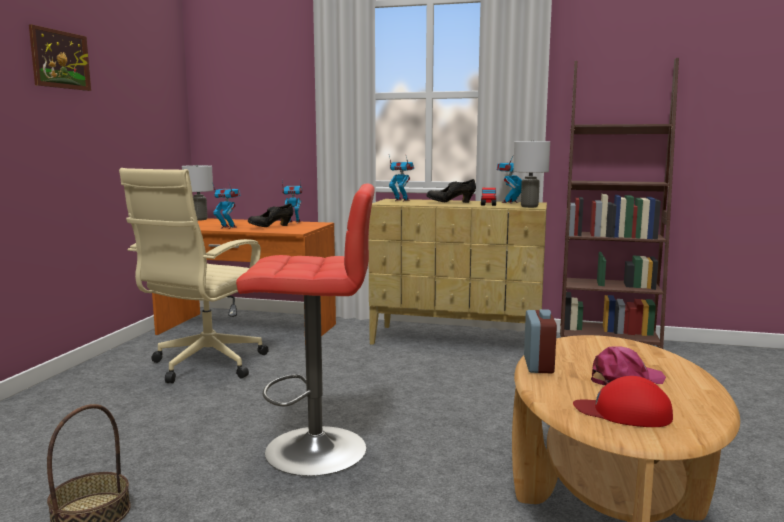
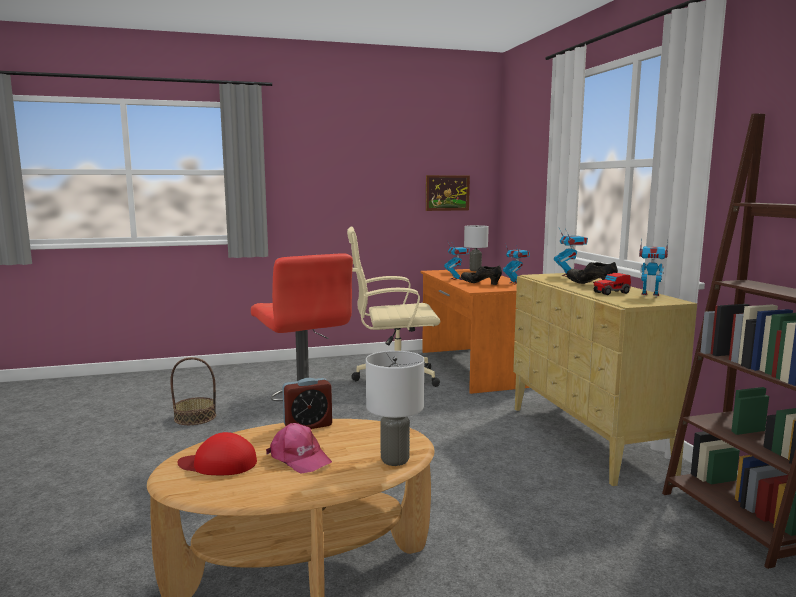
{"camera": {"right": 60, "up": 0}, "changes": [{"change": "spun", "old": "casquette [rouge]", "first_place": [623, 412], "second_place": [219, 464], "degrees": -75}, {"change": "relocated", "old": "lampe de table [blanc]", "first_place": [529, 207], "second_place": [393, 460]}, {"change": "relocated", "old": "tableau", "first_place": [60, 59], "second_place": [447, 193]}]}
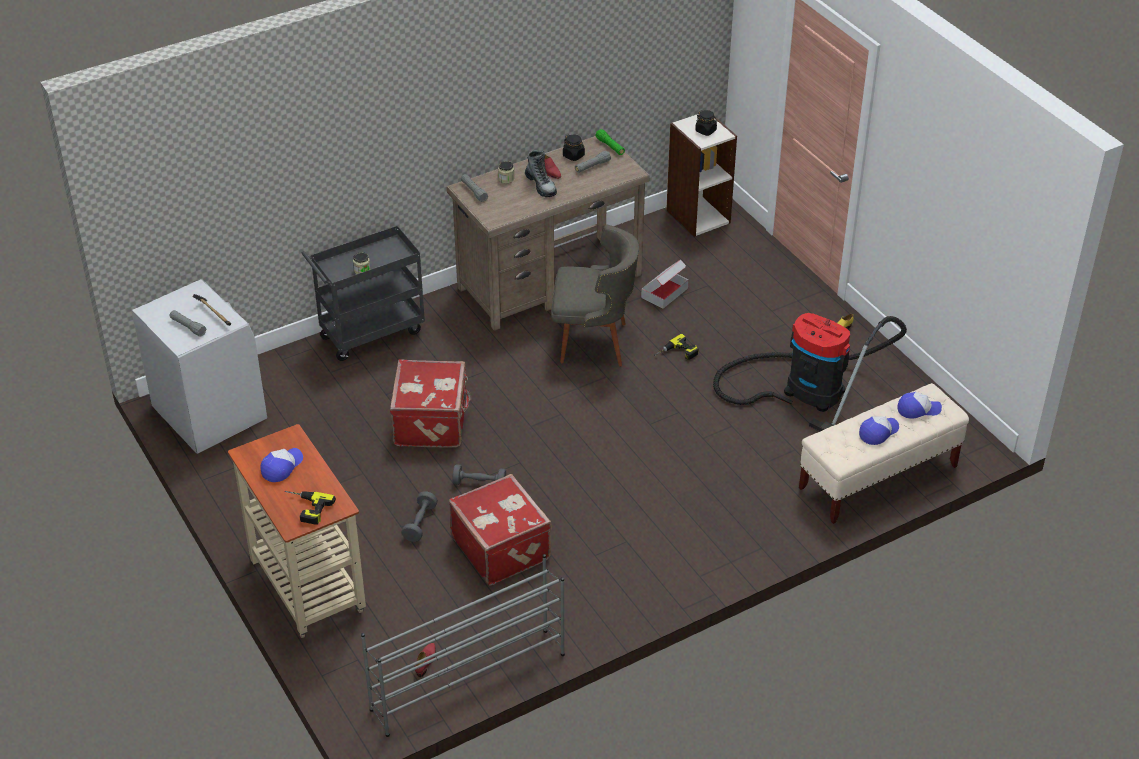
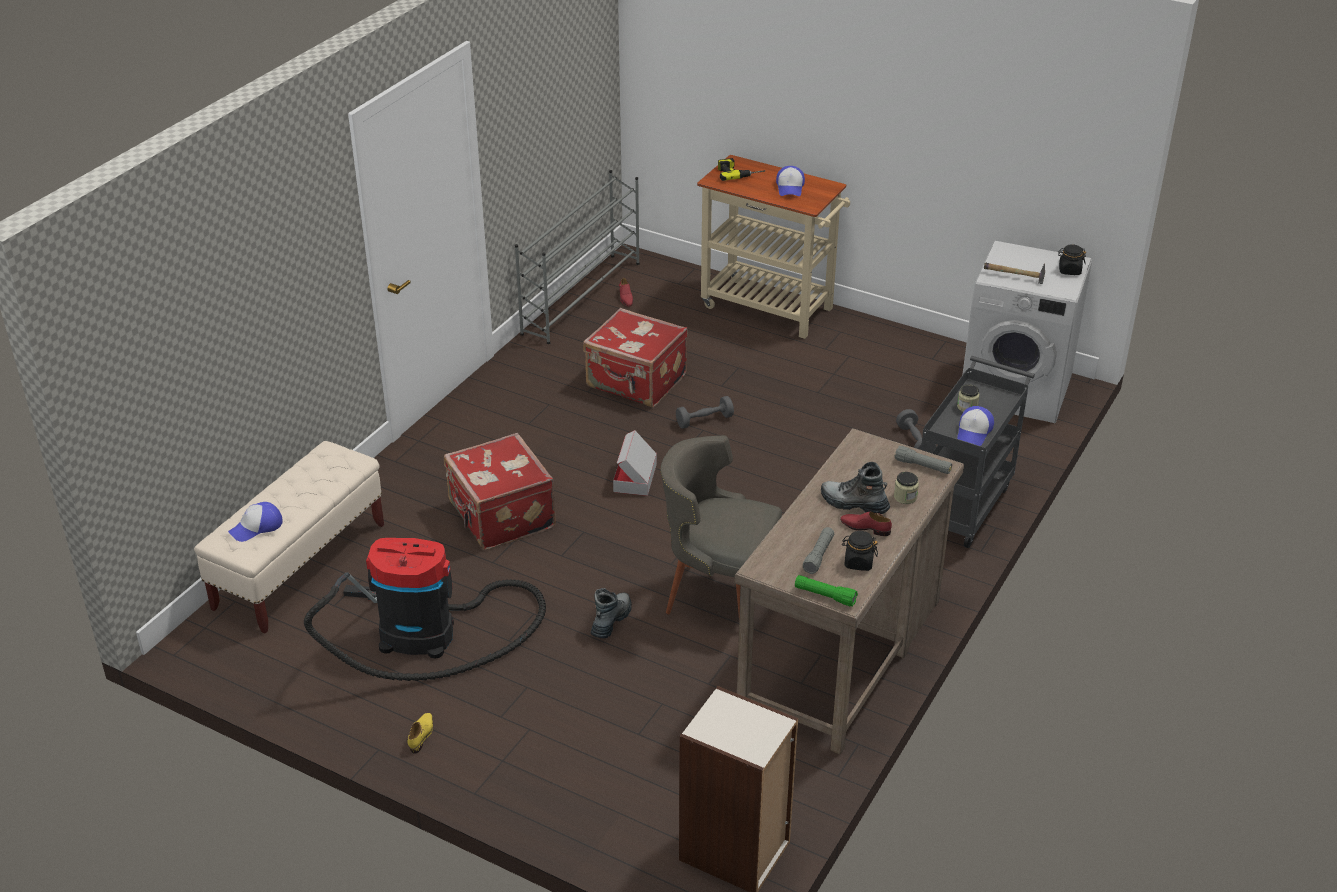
{"camera": {"right": 150, "up": -5}, "changes": [{"change": "relocated", "old": "valise [rouge]", "first_place": [432, 422], "second_place": [500, 517]}, {"change": "exchanged", "old": "perceuse", "new": "botte", "first_place": [676, 354], "second_place": [611, 621]}, {"change": "relocated", "old": "carton", "first_place": [664, 292], "second_place": [635, 478]}, {"change": "spun", "old": "chaise [gris]", "first_place": [592, 343], "second_place": [718, 595], "degrees": 45}, {"change": "relocated", "old": "haltère [gris]", "first_place": [420, 523], "second_place": [915, 442]}, {"change": "relocated", "old": "casquette", "first_place": [878, 432], "second_place": [974, 432]}, {"change": "relocated", "old": "bocal [noir]", "first_place": [706, 131], "second_place": [1069, 270]}, {"change": "missing", "old": "lampe de poche [gris]", "first_place": [188, 327]}]}
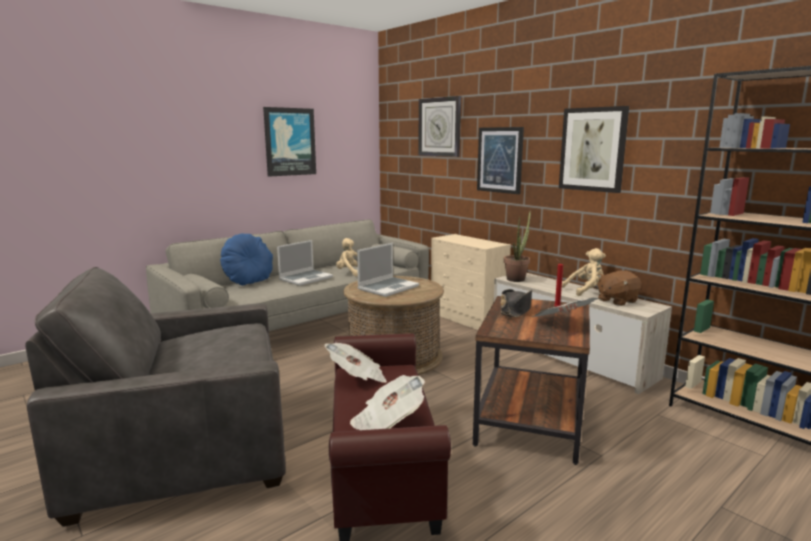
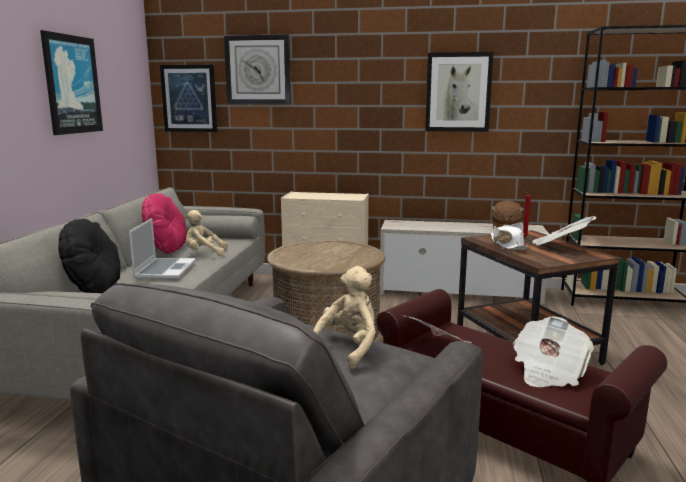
{"camera": {"right": -40, "up": 0}, "changes": [{"change": "colour", "old": "coussin [bleu]", "new": "coussin [noir]", "first_place": [248, 282], "second_place": [94, 291]}, {"change": "appeared", "new": "coussin [rose]", "second_place": [166, 250]}, {"change": "relocated", "old": "tableau", "first_place": [500, 160], "second_place": [189, 98]}, {"change": "relocated", "old": "peluche [beige]", "first_place": [585, 290], "second_place": [348, 348]}, {"change": "colour", "old": "chapeau [noir]", "new": "chapeau [blanc]", "first_place": [516, 310], "second_place": [507, 245]}, {"change": "missing", "old": "ordinateur portable", "first_place": [388, 287]}, {"change": "missing", "old": "plante en pot", "first_place": [517, 278]}]}
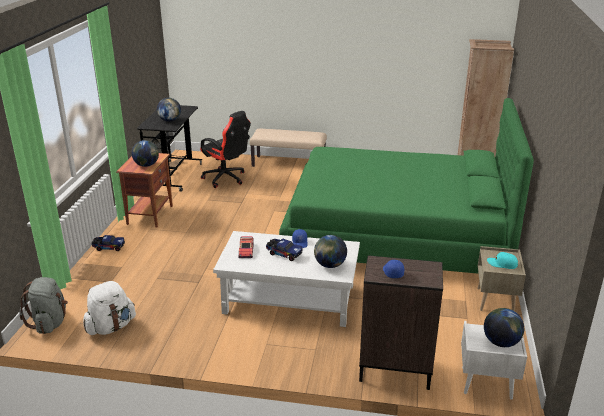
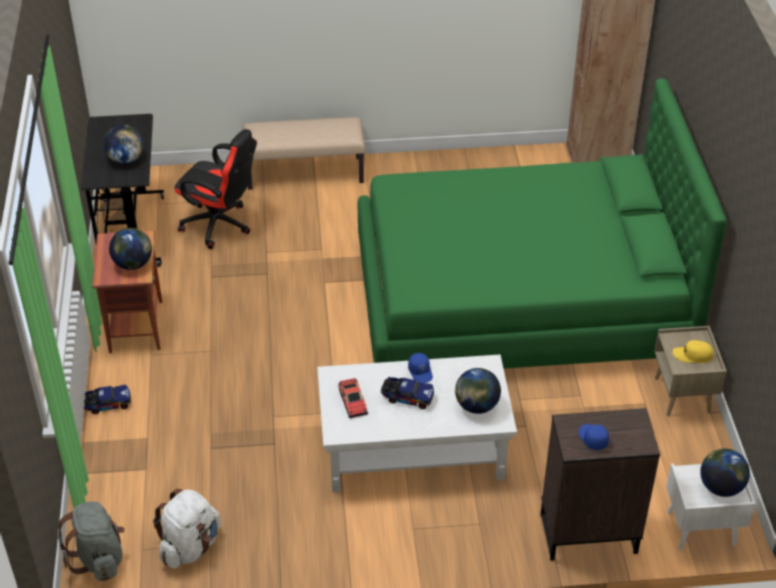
{"camera": {"right": -15, "up": 15}, "changes": [{"change": "colour", "old": "casquette [turquoise]", "new": "casquette [jaune]", "first_place": [502, 264], "second_place": [692, 355]}]}
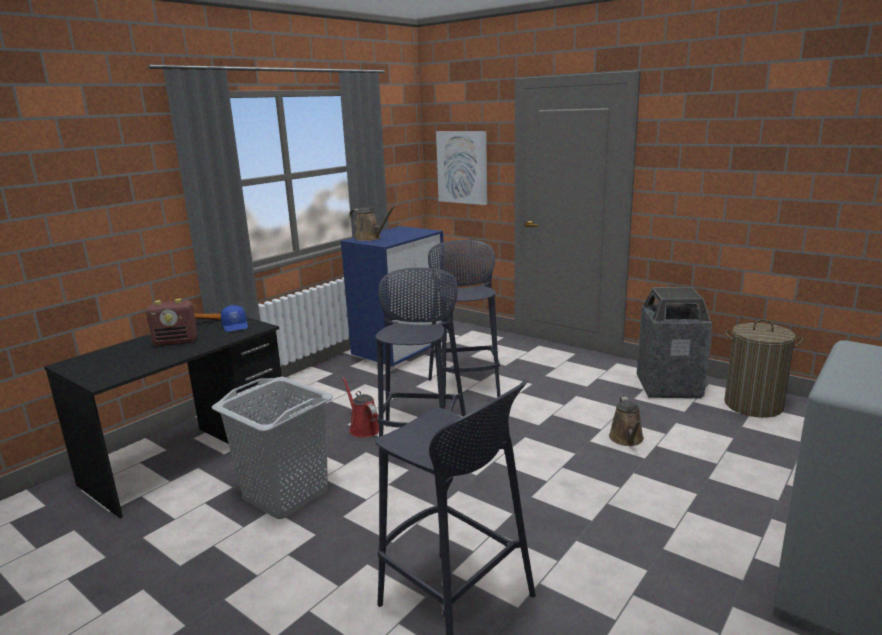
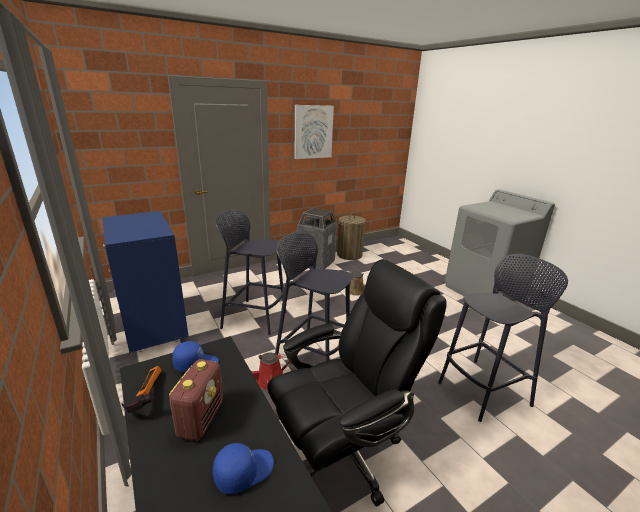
{"camera": {"right": -70, "up": 5}, "changes": [{"change": "appeared", "new": "casquette [bleu]", "second_place": [243, 471]}, {"change": "exchanged", "old": "panier à linge [gris]", "new": "chaise de bureau [noir]", "first_place": [285, 495], "second_place": [341, 450]}, {"change": "relocated", "old": "tableau", "first_place": [462, 167], "second_place": [313, 132]}, {"change": "missing", "old": "arrosoir [marron]", "first_place": [370, 238]}]}
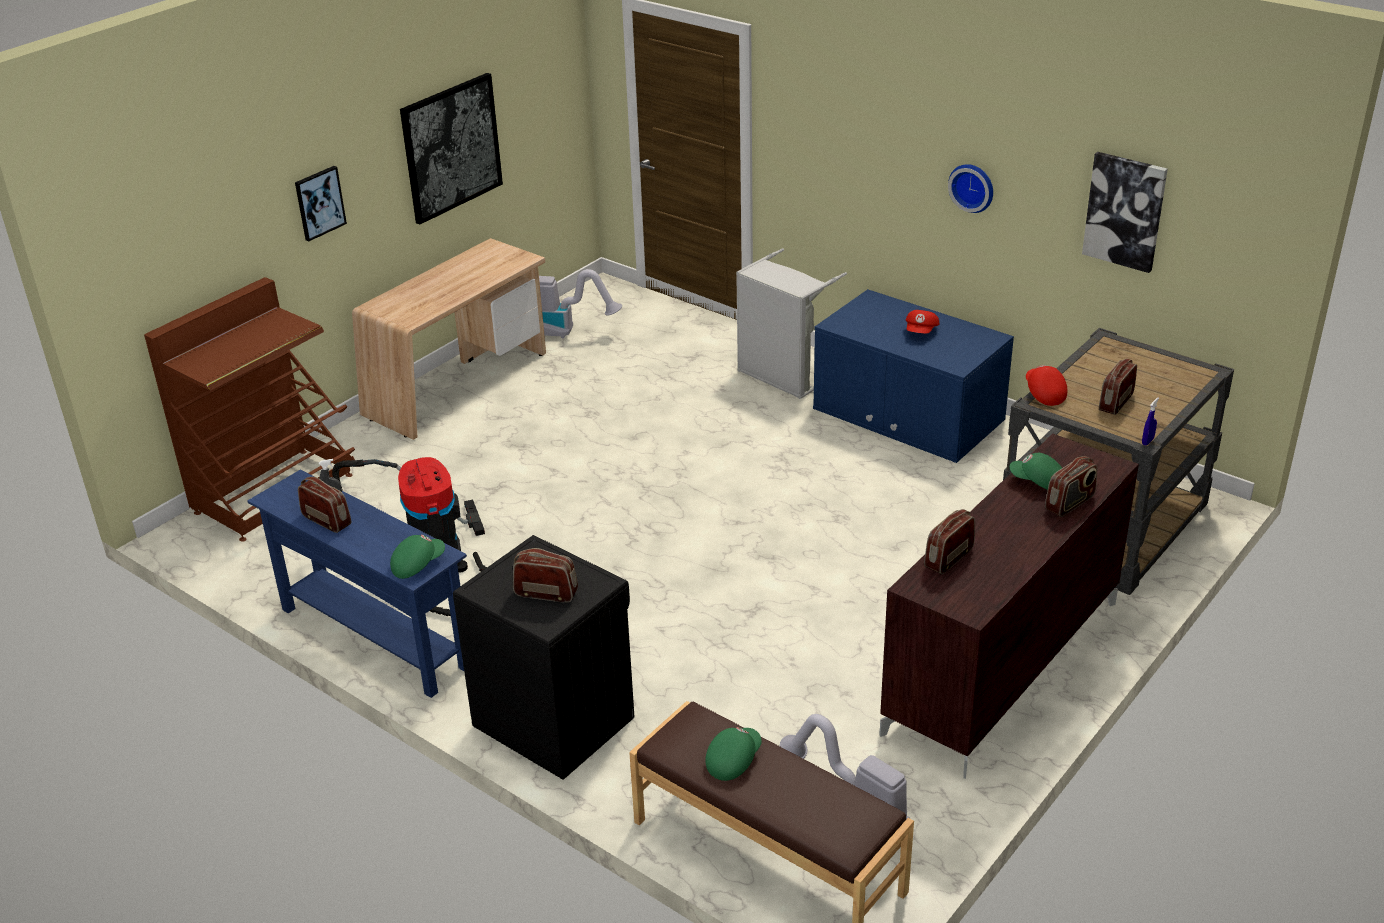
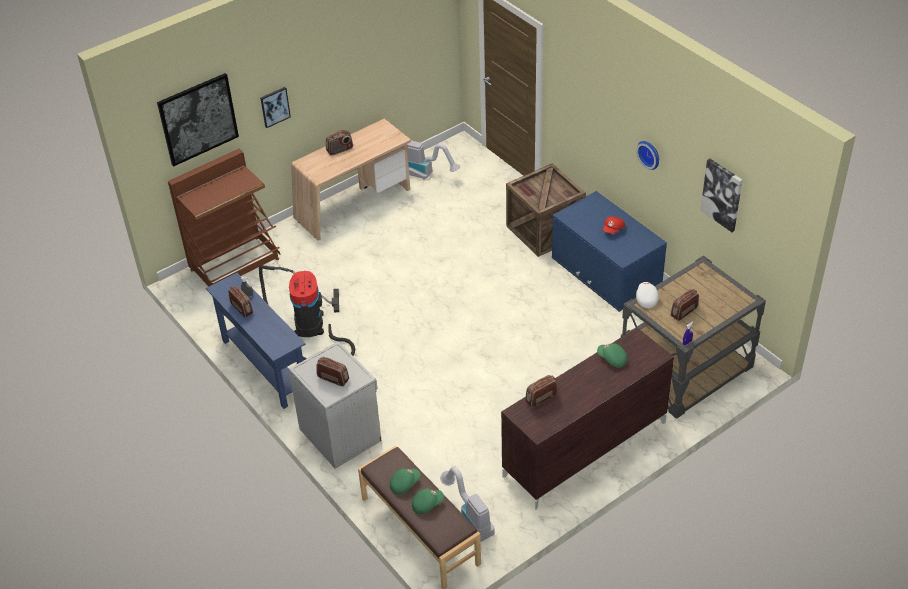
{"camera": {"right": 15, "up": 10}, "changes": [{"change": "relocated", "old": "tableau", "first_place": [451, 147], "second_place": [198, 119]}, {"change": "colour", "old": "lave-linge [noir]", "new": "lave-linge [blanc]", "first_place": [555, 720], "second_place": [341, 434]}, {"change": "relocated", "old": "radio", "first_place": [1070, 503], "second_place": [339, 150]}, {"change": "relocated", "old": "casquette [vert]", "first_place": [417, 564], "second_place": [427, 504]}, {"change": "exchanged", "old": "panier à linge [gris]", "new": "caisse", "first_place": [783, 376], "second_place": [543, 230]}, {"change": "colour", "old": "casquette [rouge]", "new": "casquette [blanc]", "first_place": [1043, 393], "second_place": [646, 298]}]}
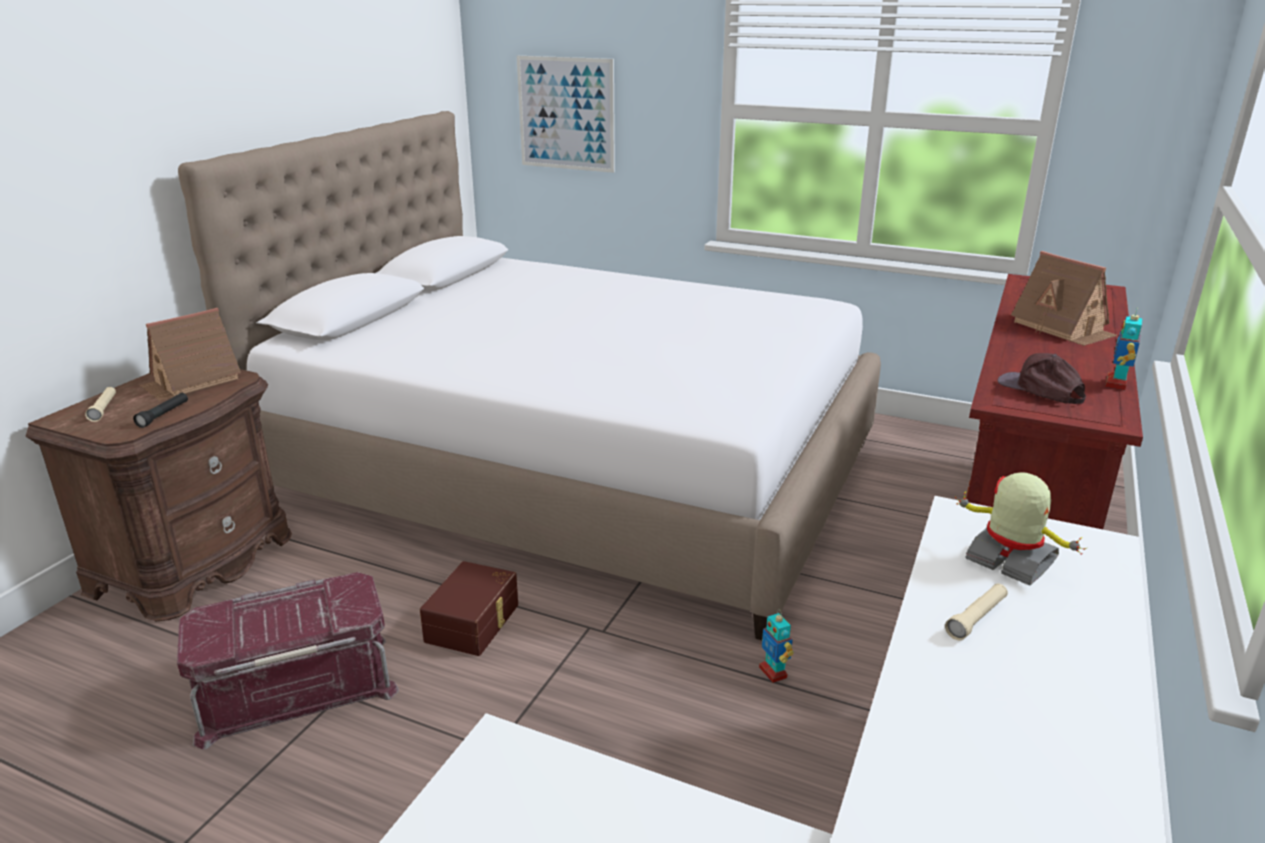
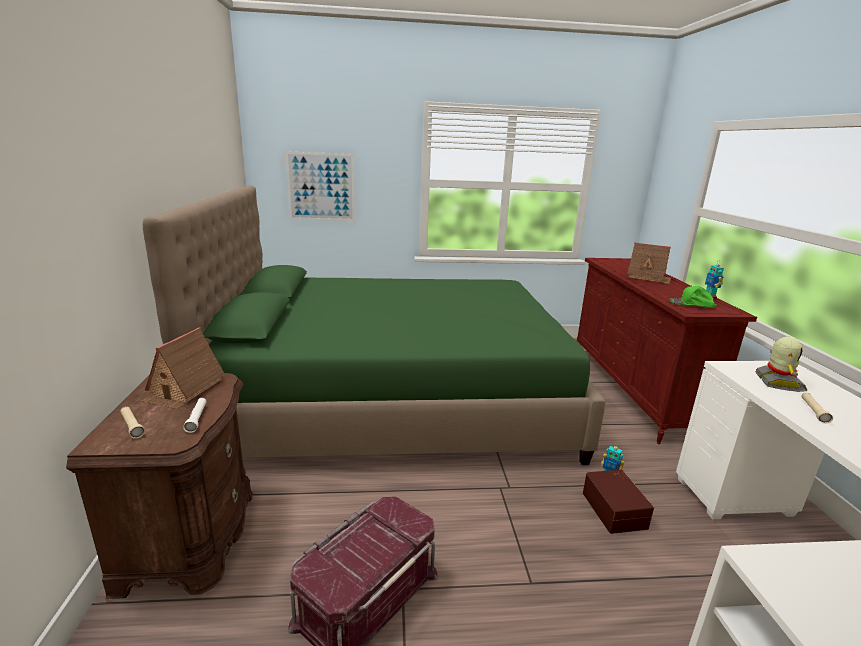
{"camera": {"right": -30, "up": -5}, "changes": [{"change": "colour", "old": "lit [blanc]", "new": "lit [vert]", "first_place": [573, 468], "second_place": [393, 399]}, {"change": "colour", "old": "lampe de poche [noir]", "new": "lampe de poche [blanc]", "first_place": [163, 415], "second_place": [197, 419]}, {"change": "relocated", "old": "boîte de rangement [marron]", "first_place": [474, 623], "second_place": [615, 510]}, {"change": "colour", "old": "casquette [marron]", "new": "casquette [vert]", "first_place": [1040, 390], "second_place": [692, 304]}, {"change": "spun", "old": "robot jouet", "first_place": [1010, 561], "second_place": [777, 382], "degrees": 90}]}
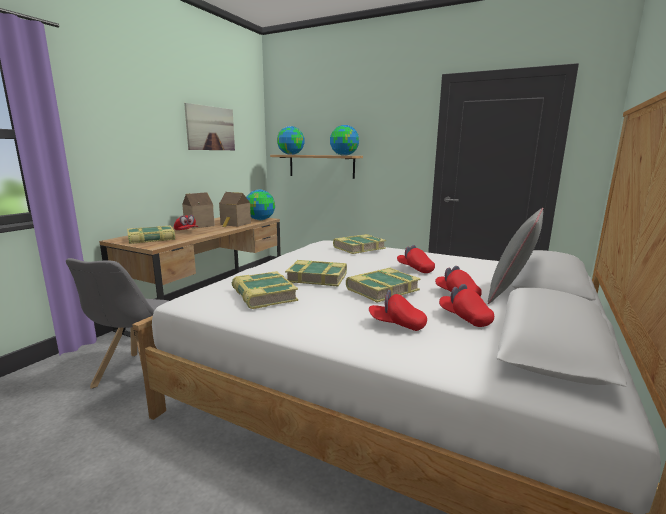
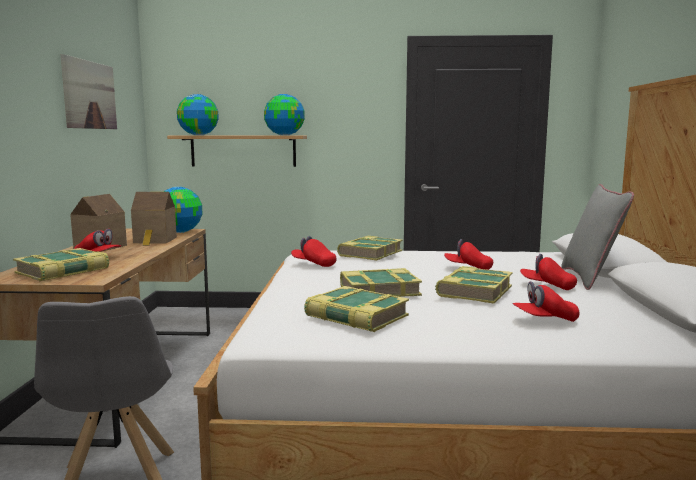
{"camera": {"right": -25, "up": -5}, "changes": [{"change": "relocated", "old": "casquette [rouge]", "first_place": [464, 318], "second_place": [313, 264]}]}
